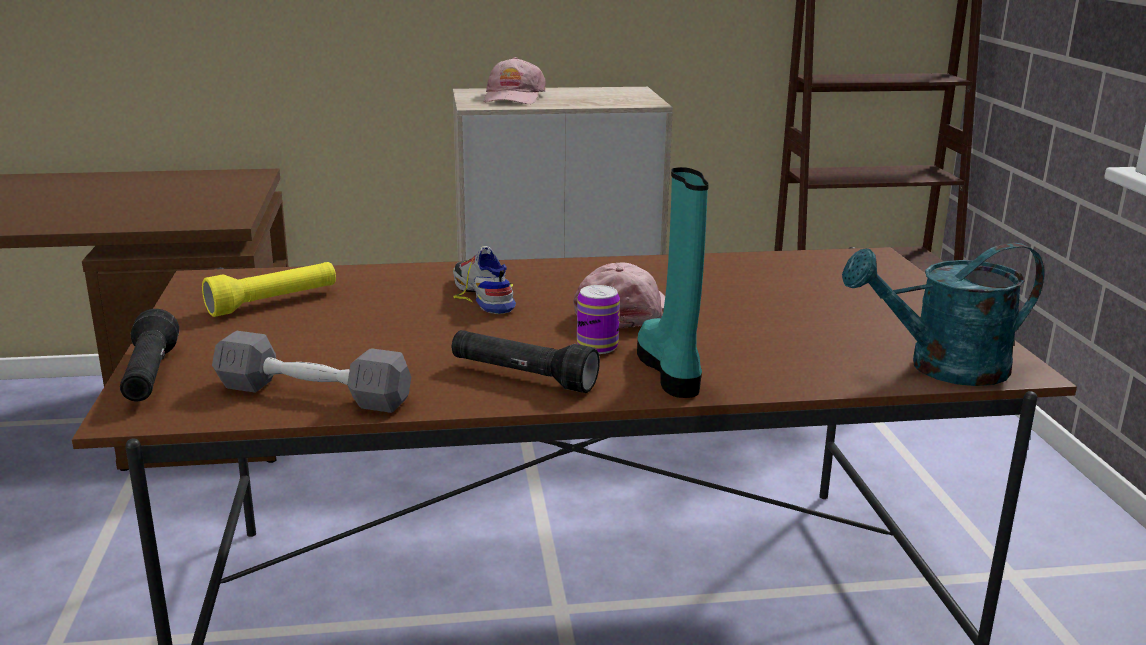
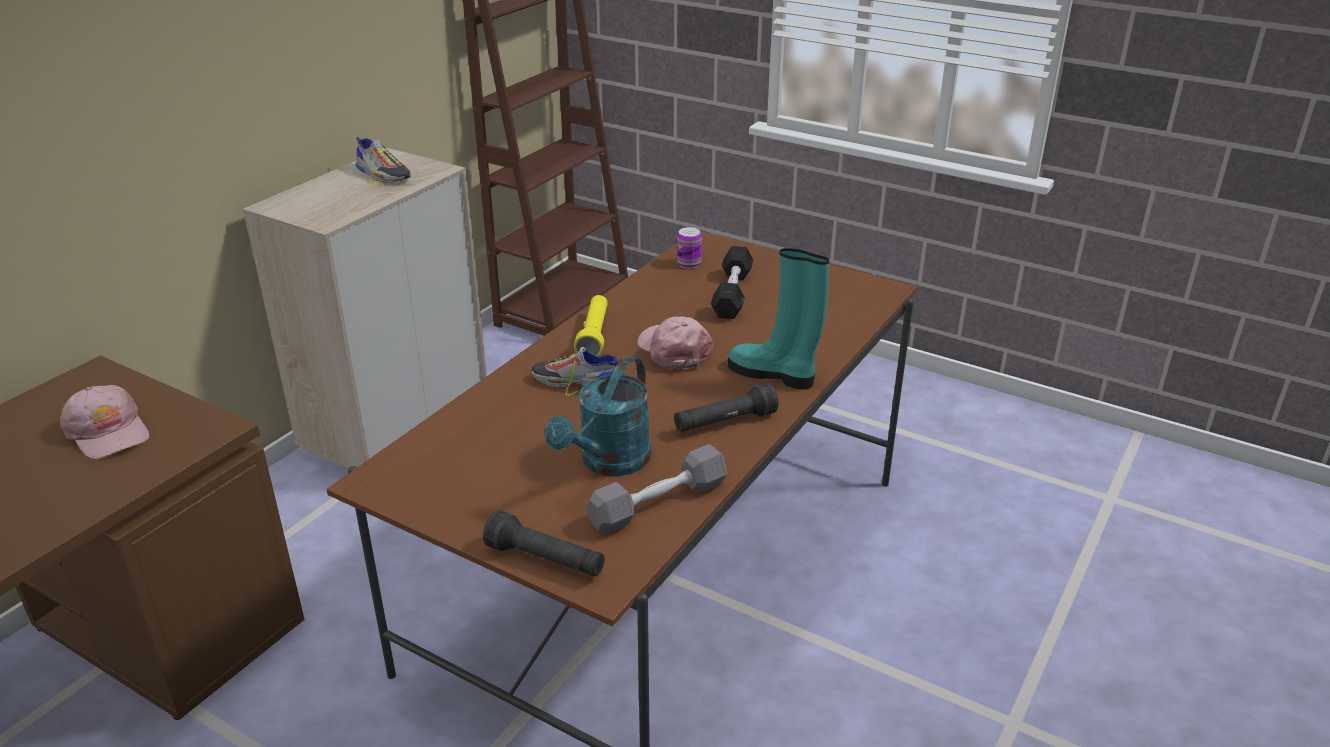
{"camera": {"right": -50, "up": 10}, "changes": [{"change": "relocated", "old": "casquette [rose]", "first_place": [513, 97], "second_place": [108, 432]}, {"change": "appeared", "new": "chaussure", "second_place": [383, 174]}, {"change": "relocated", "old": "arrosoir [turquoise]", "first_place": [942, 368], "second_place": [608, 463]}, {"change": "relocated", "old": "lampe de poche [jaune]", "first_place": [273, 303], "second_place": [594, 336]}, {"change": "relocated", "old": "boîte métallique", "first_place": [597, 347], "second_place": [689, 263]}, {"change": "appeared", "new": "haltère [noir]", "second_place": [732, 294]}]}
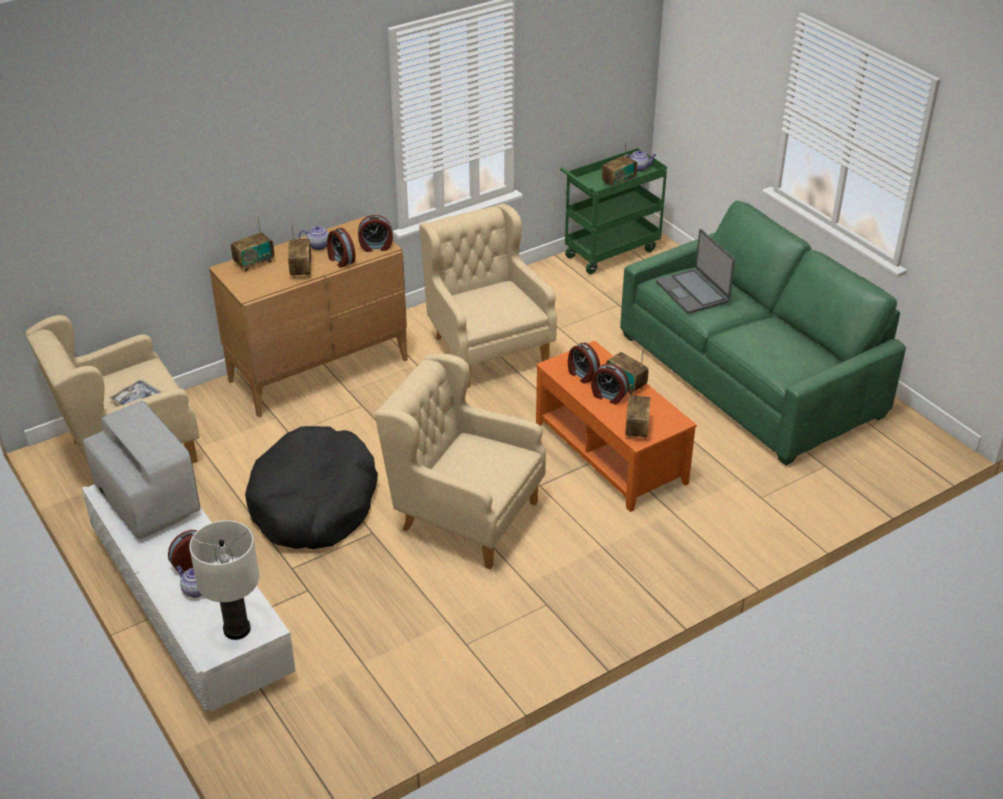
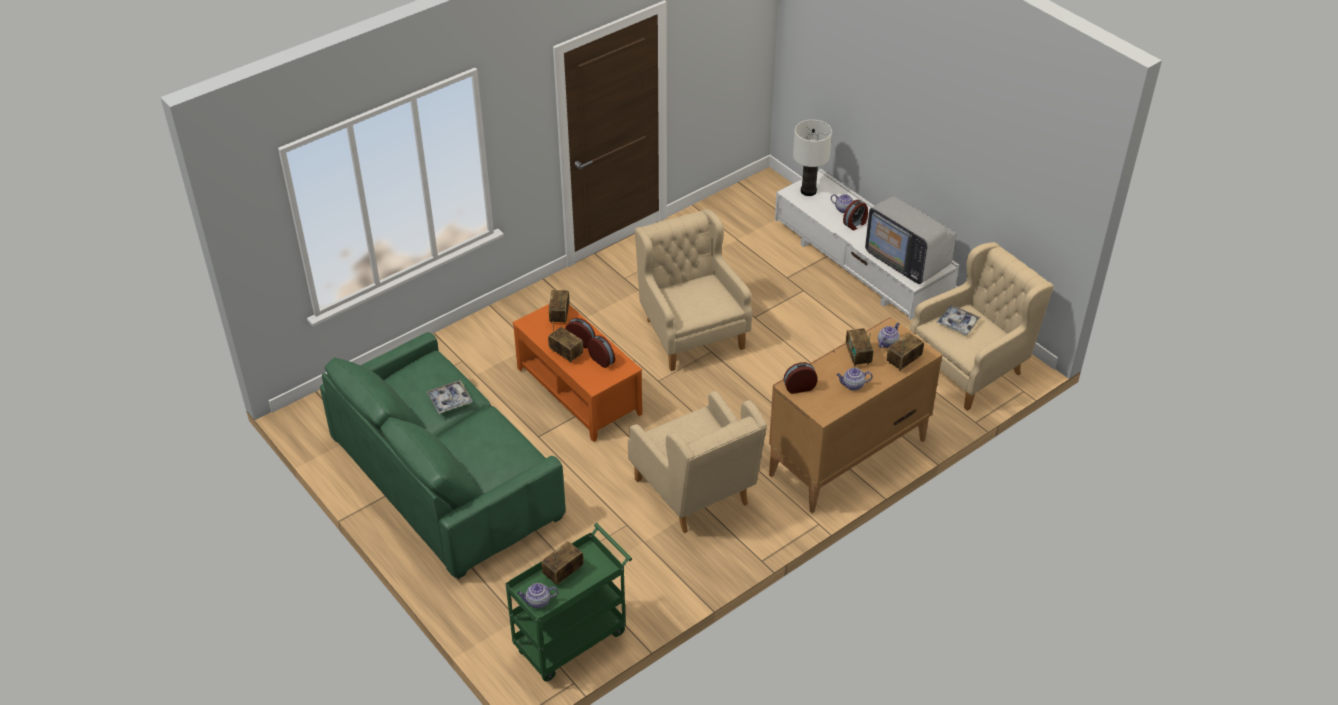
{"camera": {"right": 175, "up": 5}, "changes": [{"change": "appeared", "new": "plateau", "second_place": [450, 400]}, {"change": "spun", "old": "fauteuil [beige]", "first_place": [463, 517], "second_place": [690, 332], "degrees": -135}, {"change": "appeared", "new": "théière", "second_place": [887, 343]}, {"change": "missing", "old": "panier pour chien [noir]", "first_place": [314, 503]}, {"change": "missing", "old": "réveil", "first_place": [340, 260]}, {"change": "missing", "old": "ordinateur portable", "first_place": [693, 292]}]}
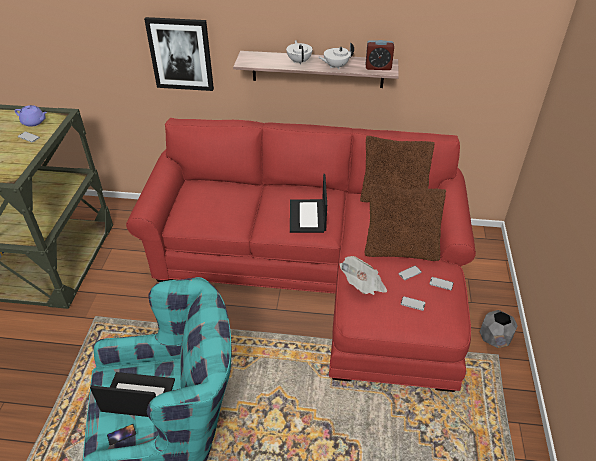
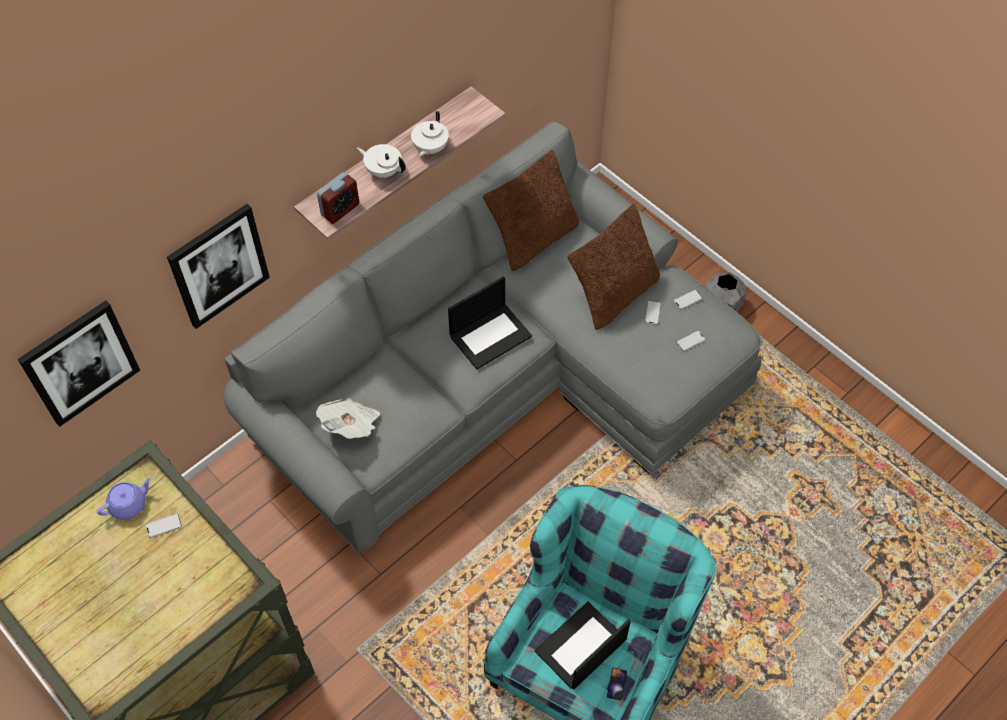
{"camera": {"right": -50, "up": 15}, "changes": [{"change": "appeared", "new": "tableau", "second_place": [80, 362]}, {"change": "colour", "old": "canapé [rouge]", "new": "canapé [gris]", "first_place": [320, 271], "second_place": [501, 379]}, {"change": "relocated", "old": "journal", "first_place": [363, 285], "second_place": [351, 426]}, {"change": "relocated", "old": "réveil", "first_place": [378, 67], "second_place": [340, 210]}, {"change": "spun", "old": "ordinateur portable", "first_place": [308, 216], "second_place": [490, 335], "degrees": -75}]}
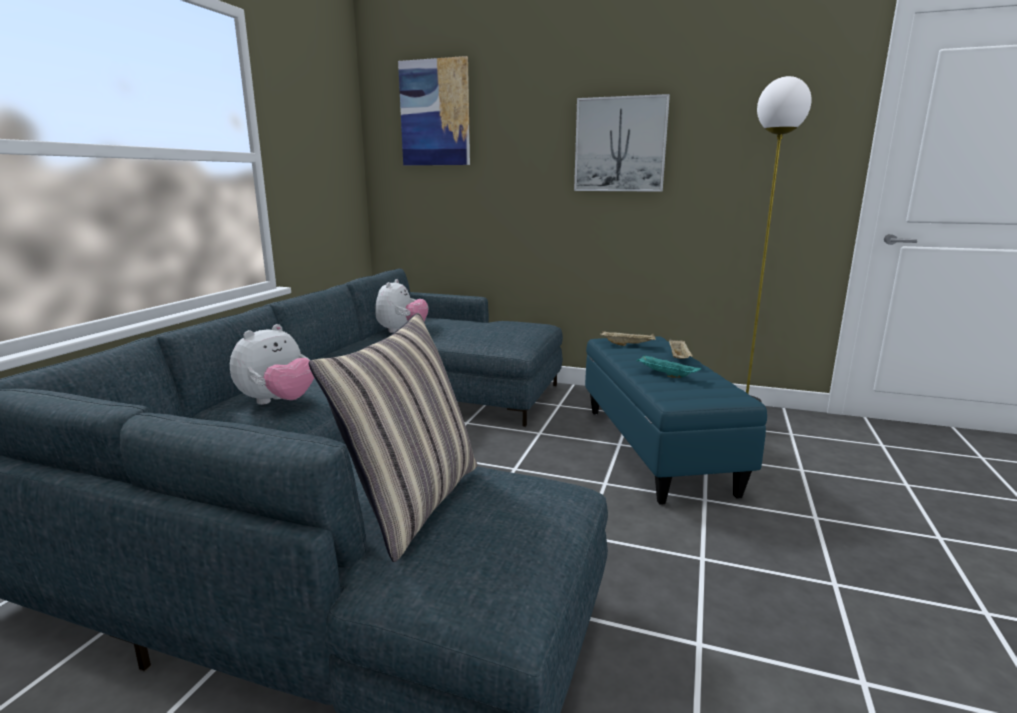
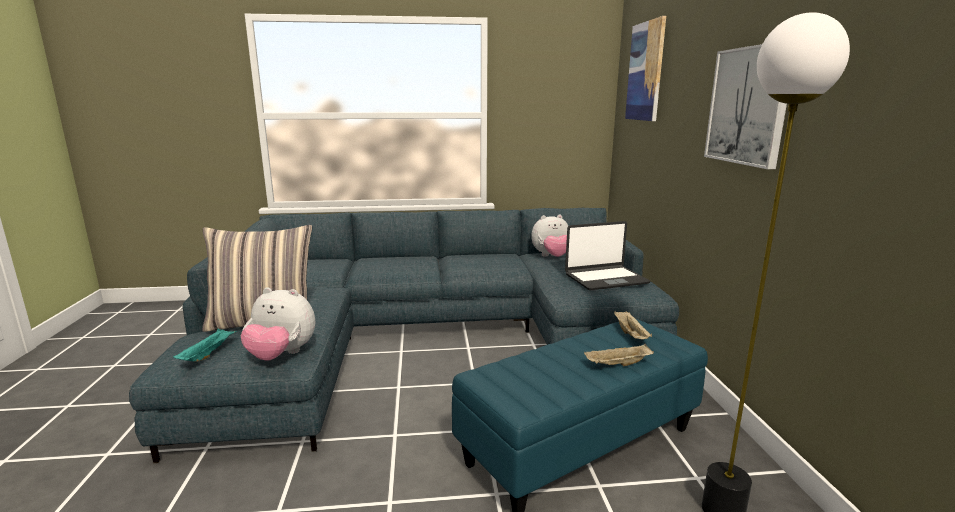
{"camera": {"right": 65, "up": 0}, "changes": [{"change": "relocated", "old": "plateau [turquoise]", "first_place": [665, 375], "second_place": [208, 354]}, {"change": "relocated", "old": "peluche", "first_place": [278, 402], "second_place": [281, 355]}, {"change": "appeared", "new": "ordinateur portable", "second_place": [605, 279]}]}
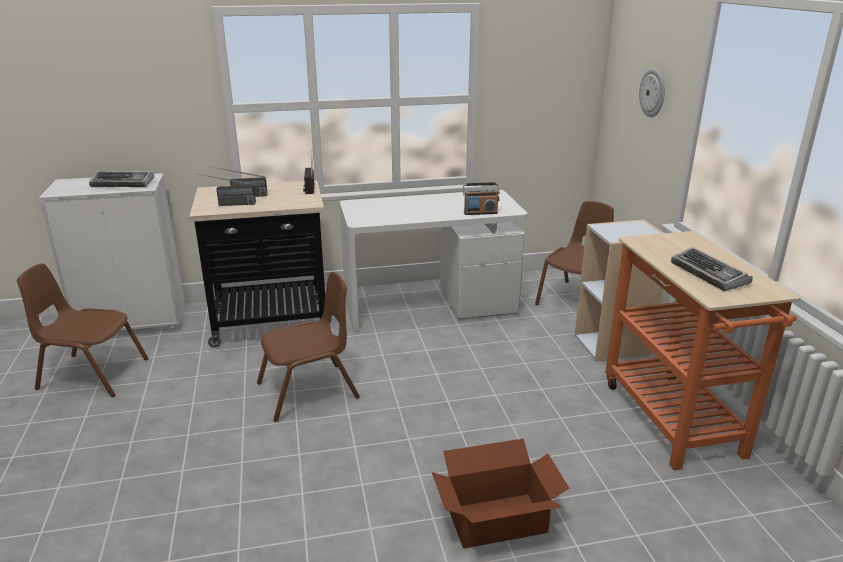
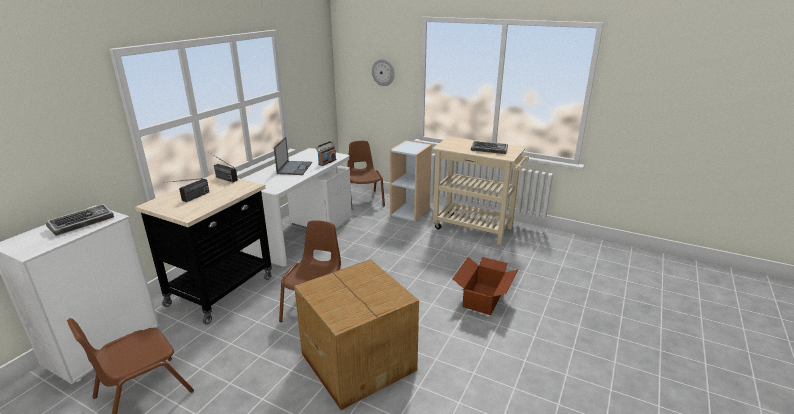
{"camera": {"right": -50, "up": 0}, "changes": [{"change": "appeared", "new": "ordinateur portable", "second_place": [294, 168]}, {"change": "appeared", "new": "carton", "second_place": [358, 360]}, {"change": "colour", "old": "chariot [orange]", "new": "chariot [beige]", "first_place": [673, 420], "second_place": [474, 228]}, {"change": "missing", "old": "radio", "first_place": [227, 204]}]}
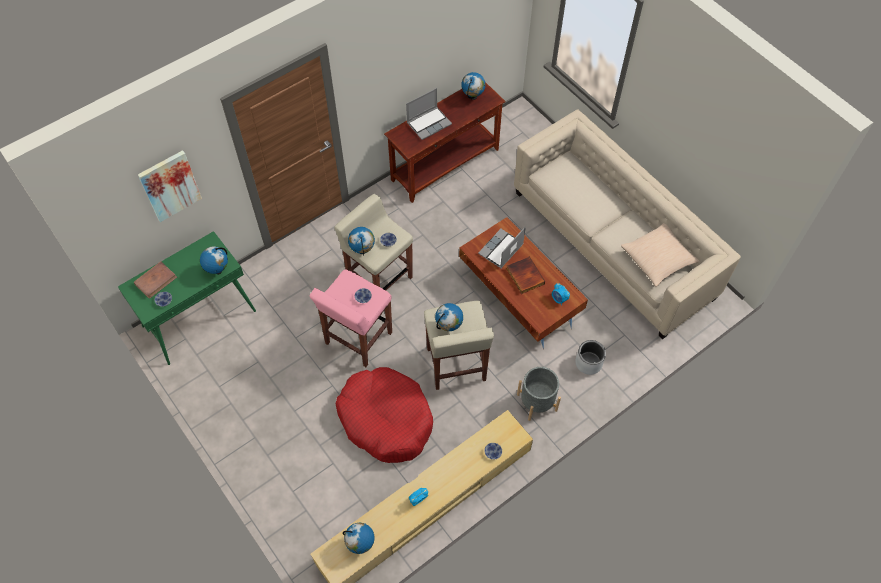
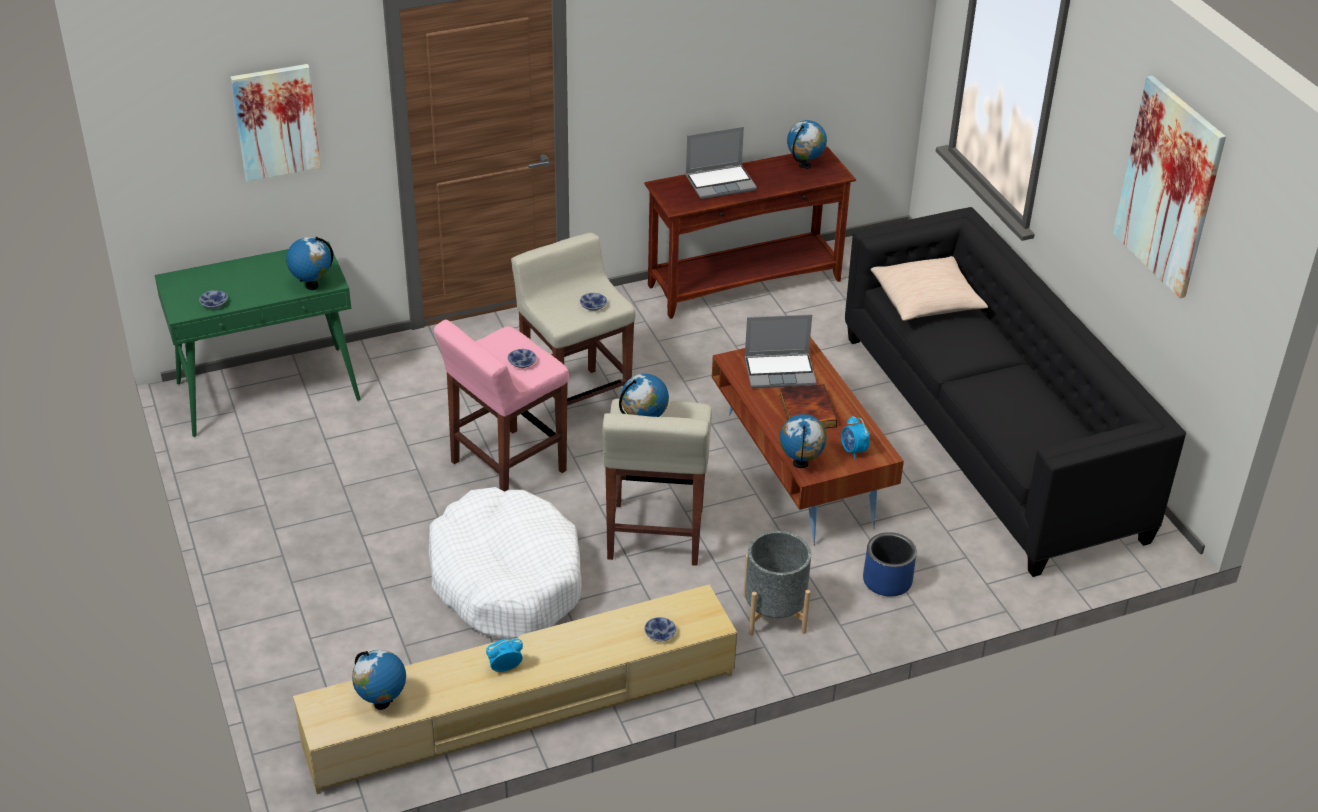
{"camera": {"right": 15, "up": -20}, "changes": [{"change": "colour", "old": "panier pour chien [rouge]", "new": "panier pour chien [blanc]", "first_place": [386, 419], "second_place": [506, 579]}, {"change": "spun", "old": "ordinateur portable", "first_place": [501, 250], "second_place": [780, 371], "degrees": -150}, {"change": "relocated", "old": "globe", "first_place": [362, 251], "second_place": [800, 463]}, {"change": "colour", "old": "canapé [beige]", "new": "canapé [noir]", "first_place": [612, 245], "second_place": [989, 435]}, {"change": "colour", "old": "cache-pot [gris]", "new": "cache-pot [bleu]", "first_place": [588, 363], "second_place": [887, 580]}, {"change": "relocated", "old": "coussin [beige]", "first_place": [658, 259], "second_place": [926, 300]}, {"change": "appeared", "new": "tableau", "second_place": [1169, 187]}, {"change": "missing", "old": "livre [marron]", "first_place": [156, 280]}]}
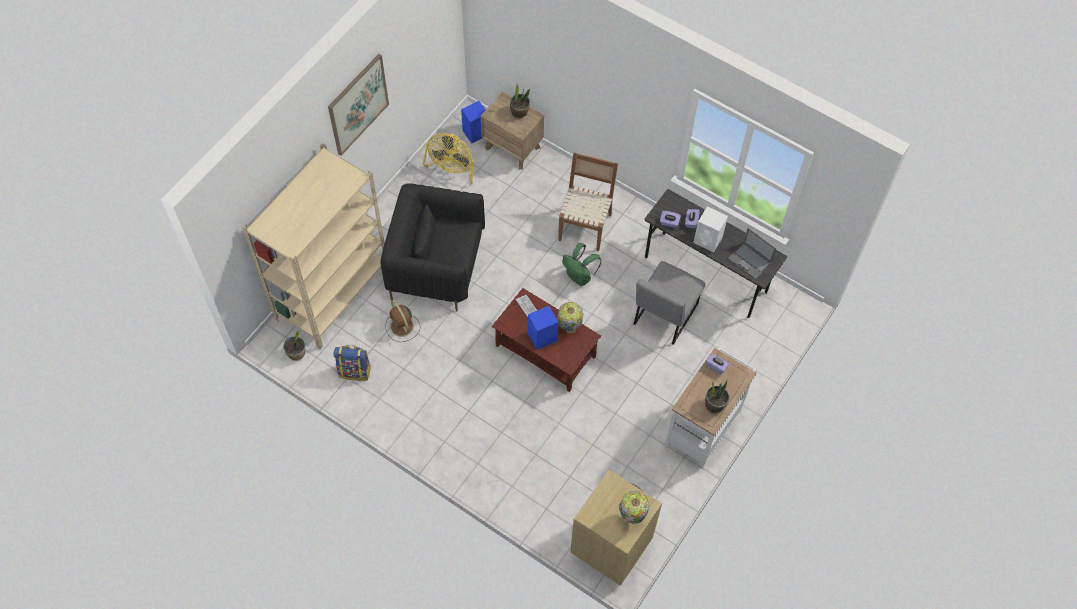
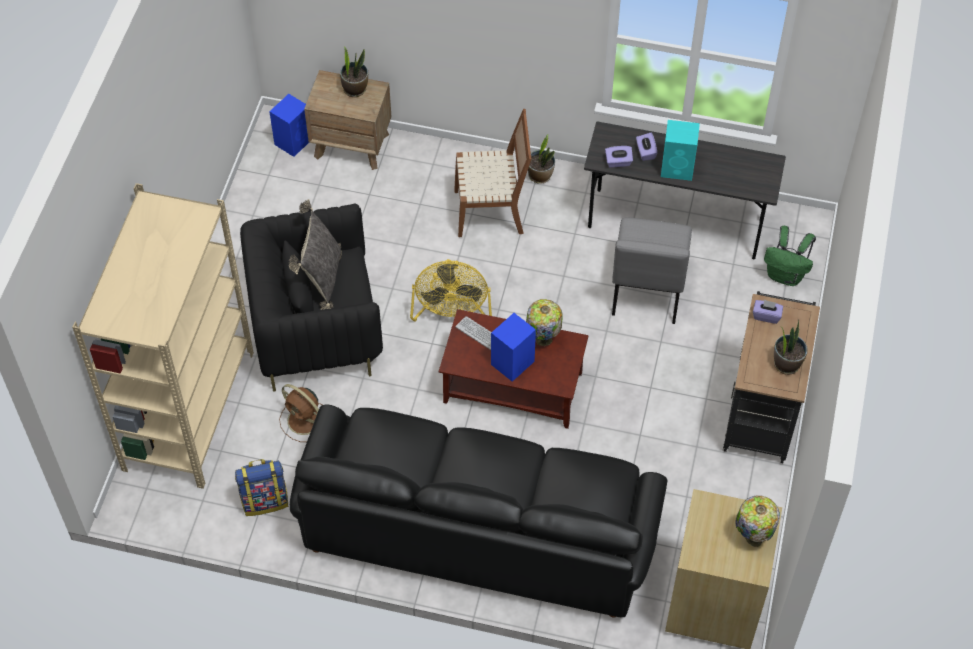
{"camera": {"right": -20, "up": -5}, "changes": [{"change": "appeared", "new": "coussin", "second_place": [320, 282]}, {"change": "appeared", "new": "canapé [noir]", "second_place": [479, 528]}, {"change": "relocated", "old": "ventilateur [jaune]", "first_place": [451, 166], "second_place": [449, 309]}, {"change": "spun", "old": "chaise", "first_place": [585, 225], "second_place": [492, 212], "degrees": 90}, {"change": "relocated", "old": "plante en pot", "first_place": [297, 354], "second_place": [540, 175]}, {"change": "colour", "old": "enceinte [blanc]", "new": "enceinte [turquoise]", "first_place": [708, 240], "second_place": [678, 168]}, {"change": "colour", "old": "chariot [blanc]", "new": "chariot [noir]", "first_place": [704, 426], "second_place": [761, 411]}, {"change": "relocated", "old": "sac à dos [vert]", "first_place": [580, 277], "second_place": [785, 275]}, {"change": "missing", "old": "tableau", "first_place": [358, 104]}, {"change": "missing", "old": "ordinateur portable", "first_place": [750, 260]}]}
